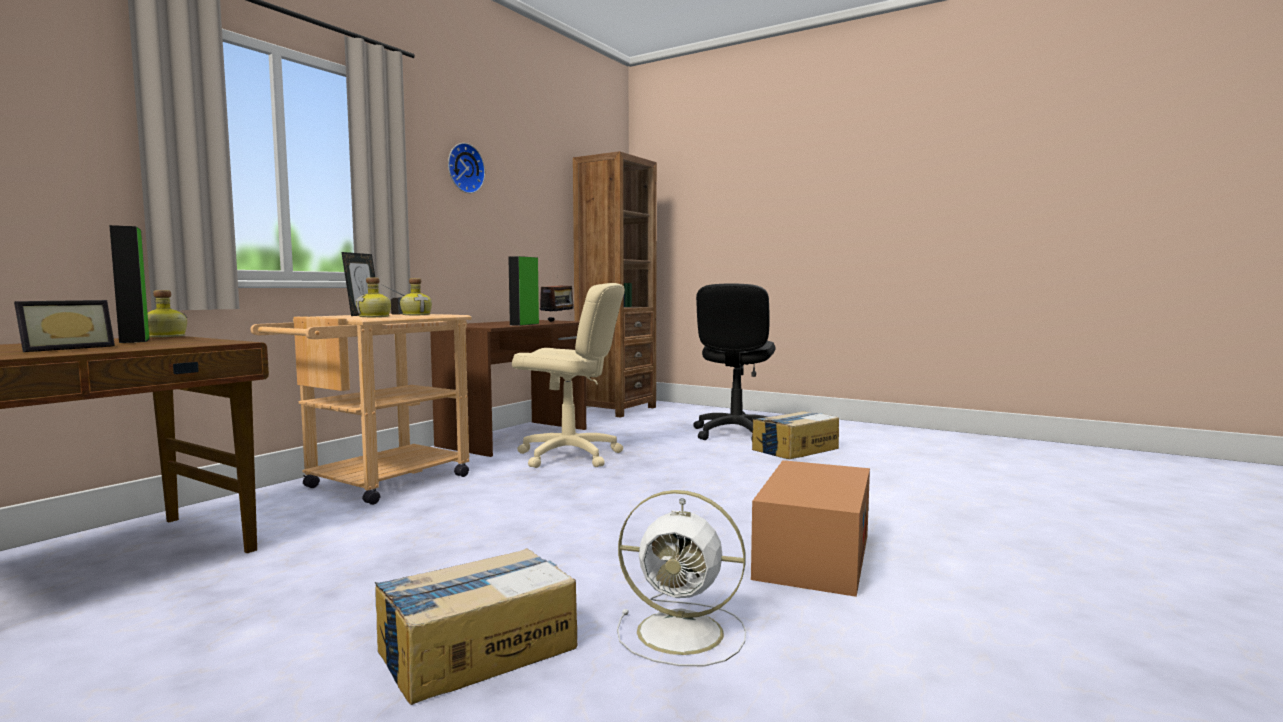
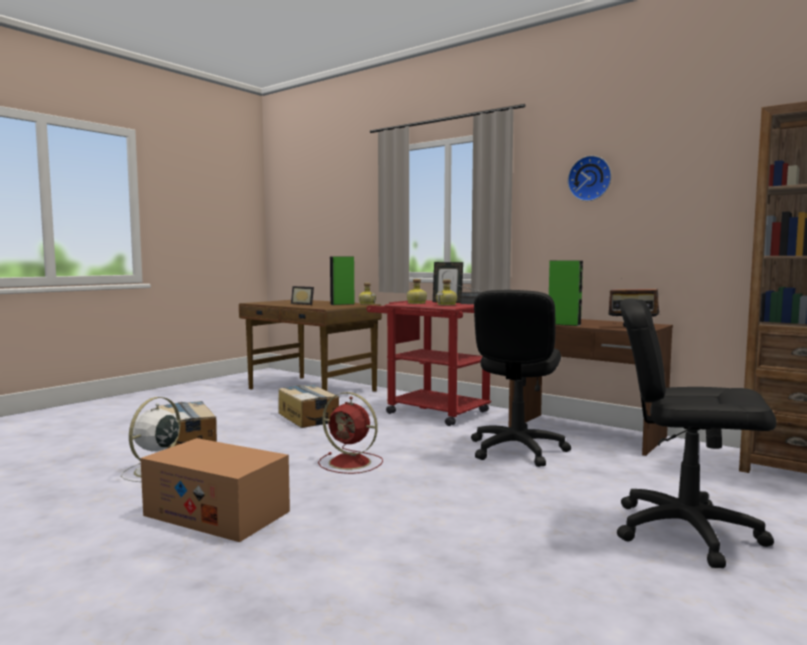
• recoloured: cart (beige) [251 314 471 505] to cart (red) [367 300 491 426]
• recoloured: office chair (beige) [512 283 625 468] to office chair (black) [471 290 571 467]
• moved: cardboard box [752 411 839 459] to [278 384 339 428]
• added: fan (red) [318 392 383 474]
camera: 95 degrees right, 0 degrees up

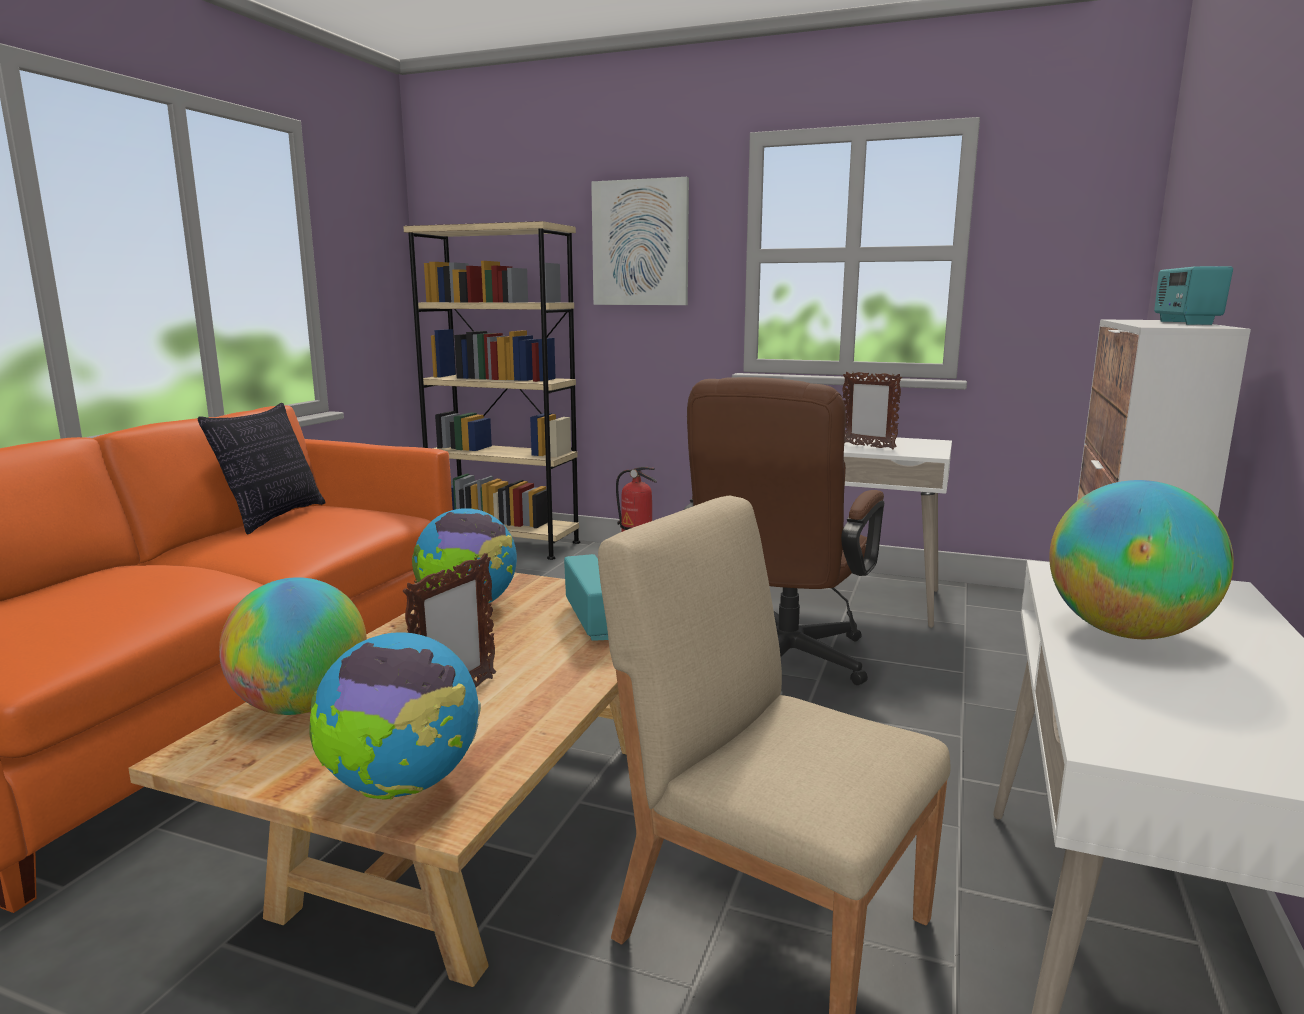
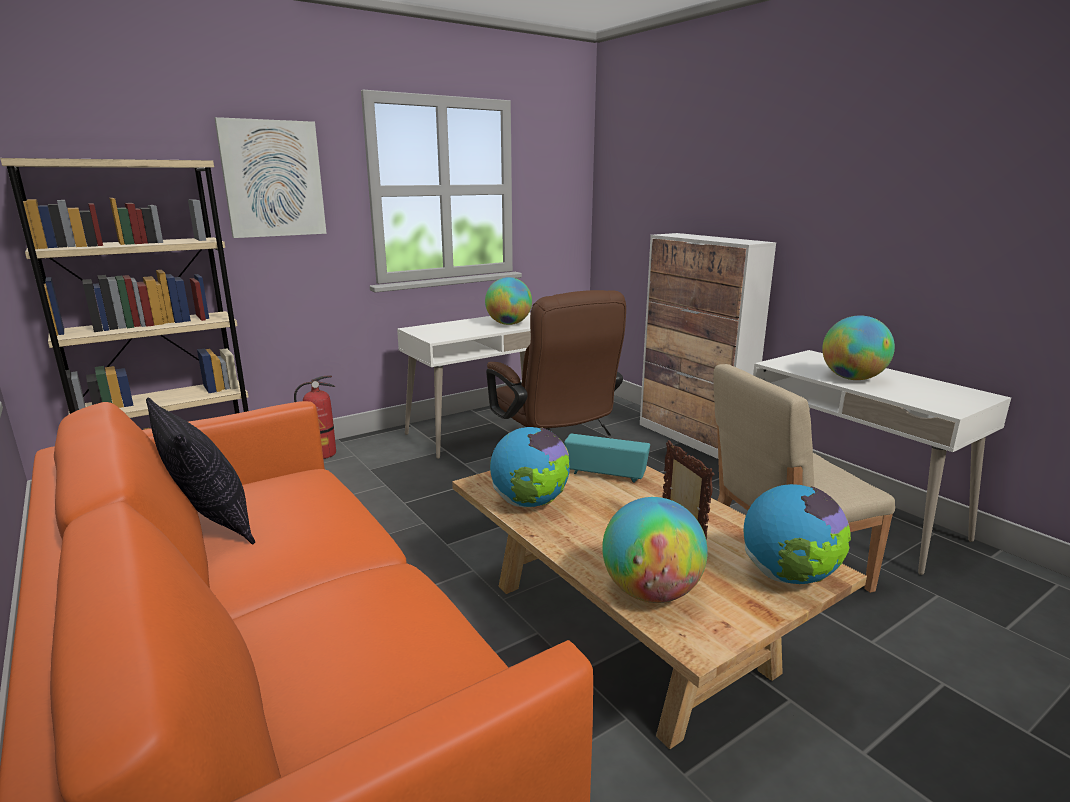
• replaced: picture frame [843 372 902 450] to globe [485 277 532 325]
• removed: radio [1154 266 1233 325]
camera: 55 degrees left, 5 degrees up

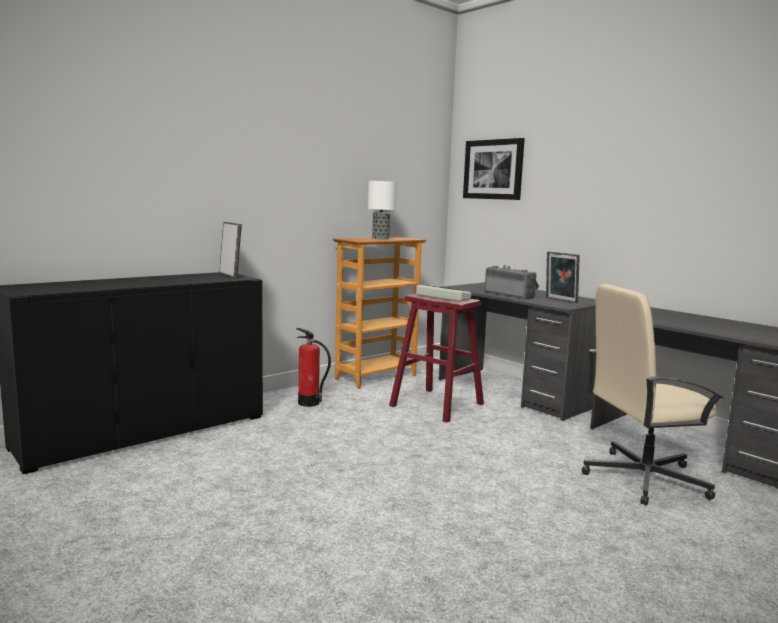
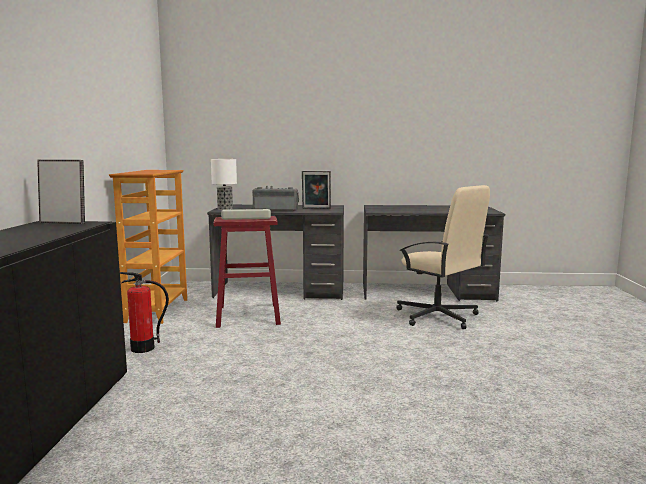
• moved: table lamp [368 181 397 240] to [211 159 237 210]
• removed: picture [463 138 525 200]
• turned: office chair (beige) [582 284 724 505] = [396 185 490 329] 75 degrees counterclockwise
camera: 45 degrees left, 0 degrees up

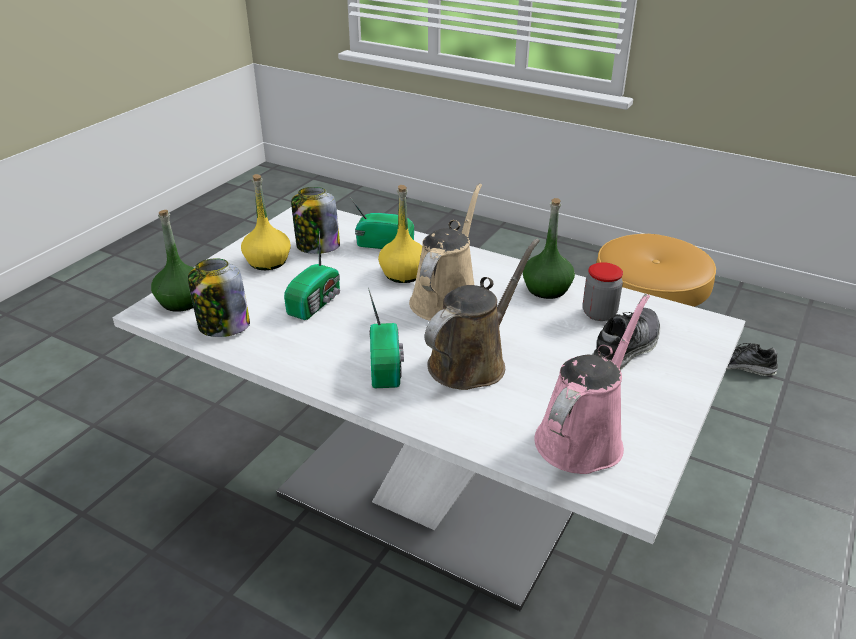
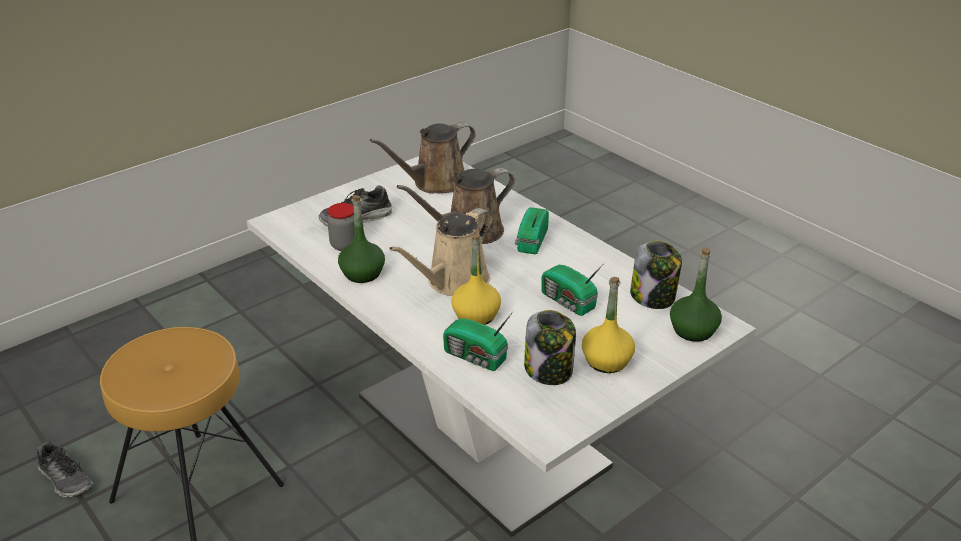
• turned: radio [284 231 340 320] = [541 263 604 316] 90 degrees counterclockwise
• recoloured: watering can (pink) [534 294 650 474] to watering can (brown) [370 123 475 194]
camera: 160 degrees left, 0 degrees up

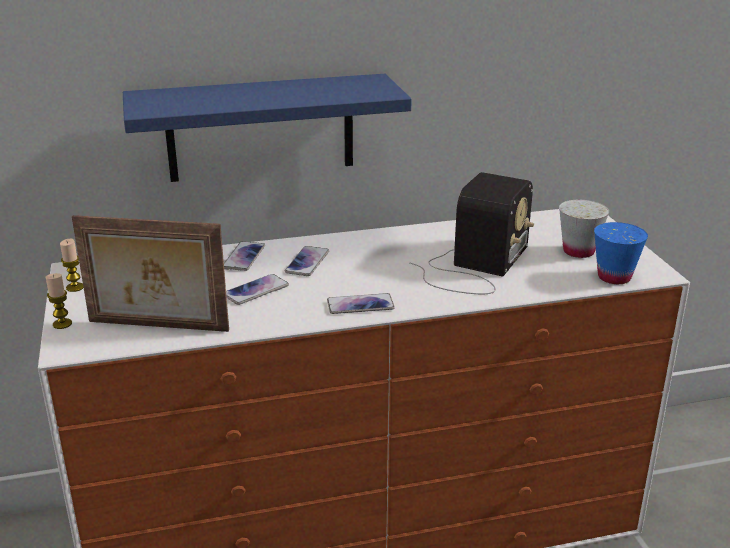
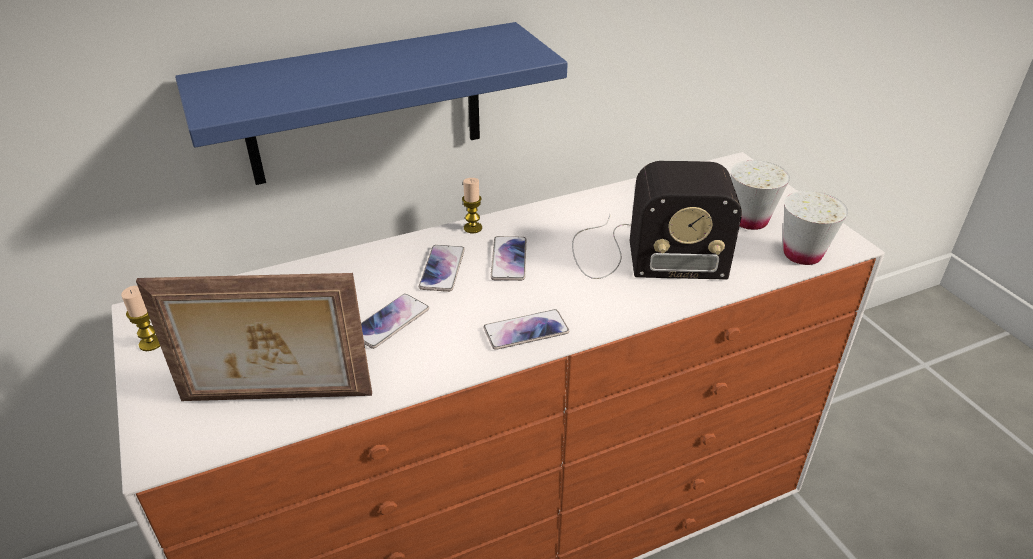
• moved: candle [46 273 72 329] to [462 178 482 233]
• moved: phone [224 241 265 271] to [491 236 526 281]
• turned: radio [409 172 534 294] = [572 161 742 280] 75 degrees clockwise
• recoloured: cup (blue) [594 222 648 284] to cup (white) [783 191 848 265]
camera: 10 degrees left, 10 degrees up

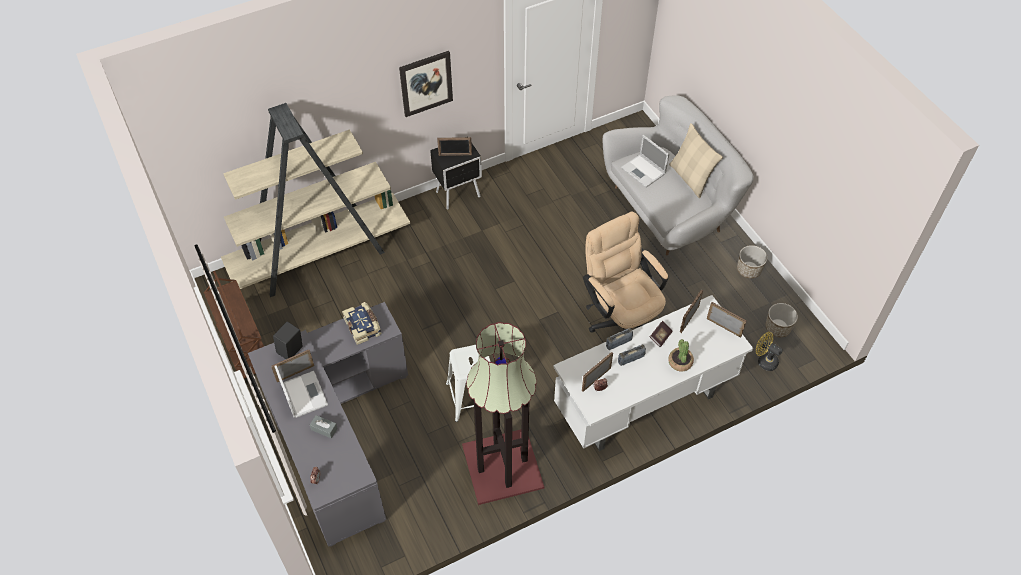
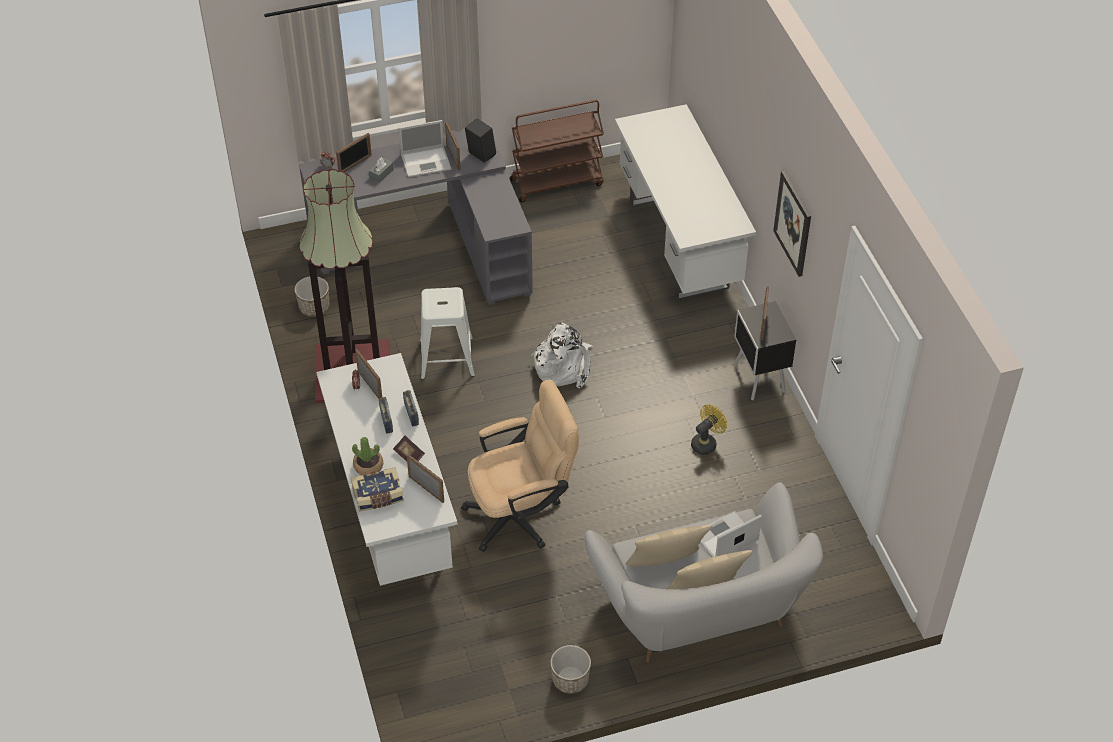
• replaced: bookcase (beige) [221 103 410 297] to desk (white) [615 104 756 300]
• moved: book [342 302 381 345] to [351 467 404 511]
• moved: picture frame [707 302 747 338] to [336 133 372 172]
• moved: fan (yellow) [756 332 783 371] to [691 404 727 455]
• moved: planter [766 303 798 337] to [295 276 329 317]
• added: backpack (white) [531 323 593 388]
• added: pillow (beige) [625 525 712 567]
camera: 100 degrees right, 5 degrees down

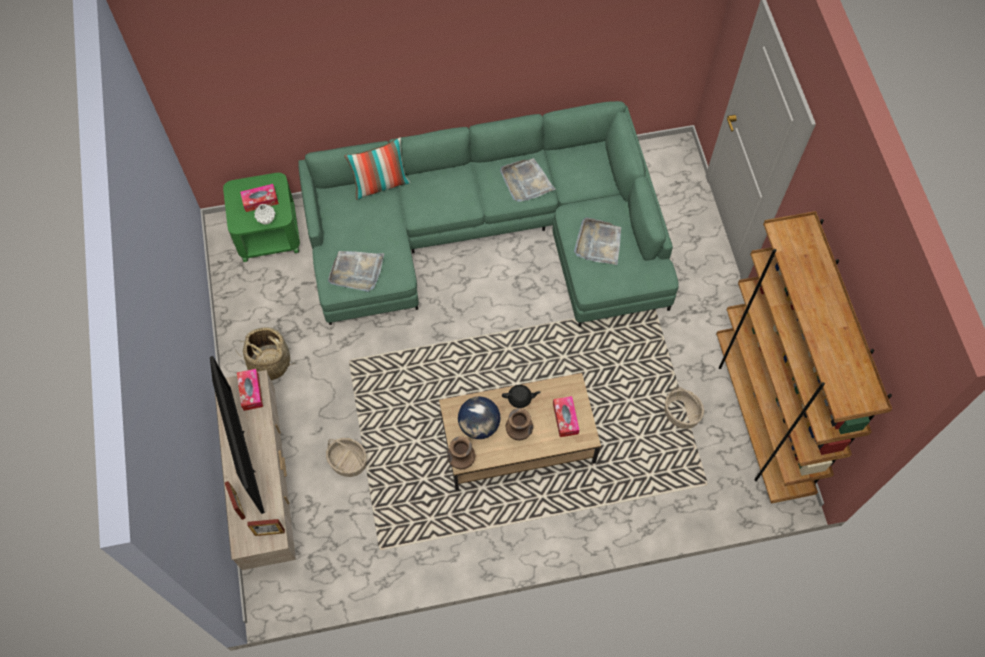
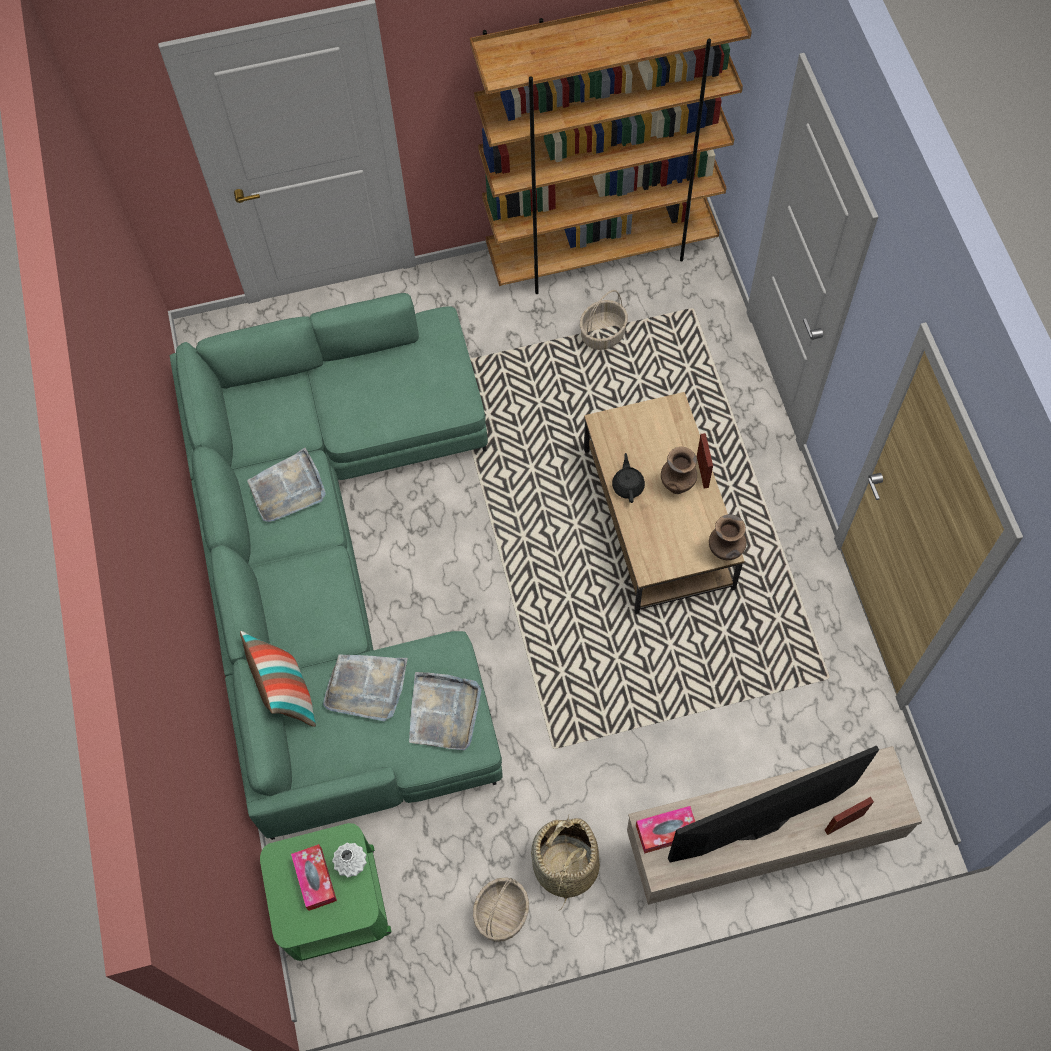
• moved: picture frame [248 519 285 536] to [697 433 713 488]
• moved: basket [326 438 367 477] to [473 877 529 942]
• removed: globe [458 397 500 439]
• removed: tissue box [553 396 579 437]
• moved: tray (grey) [574 217 621 265] to [323 654 408 721]
camera: 90 degrees left, 0 degrees up

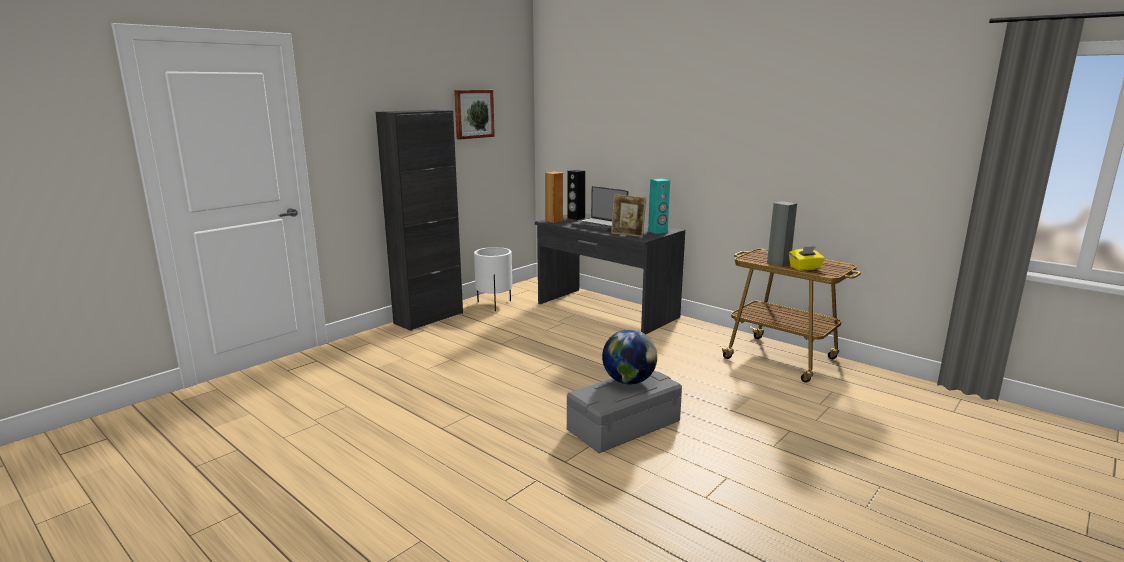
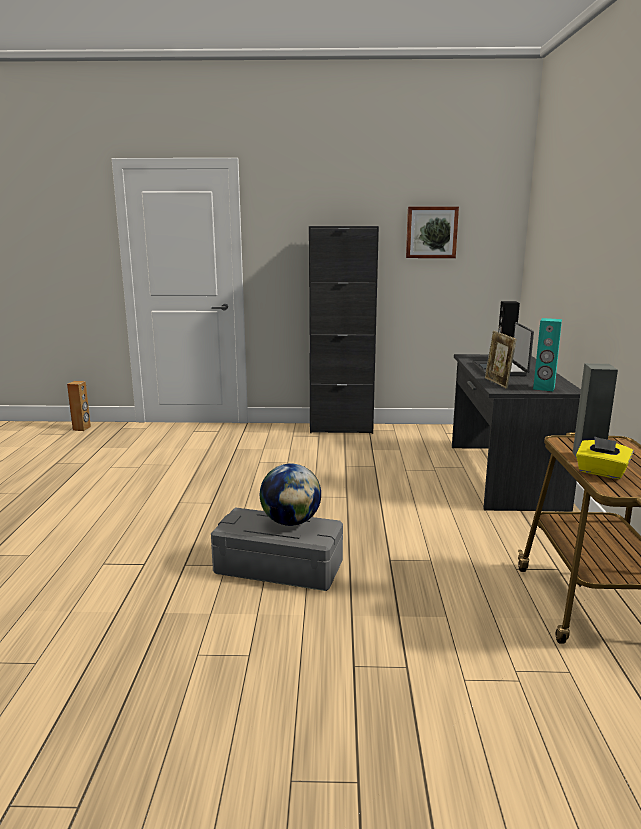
• removed: planter (white) [474 247 512 311]
• moved: speaker (brown) [545 172 563 223] to [67 381 91 431]
camera: 50 degrees right, 0 degrees up

